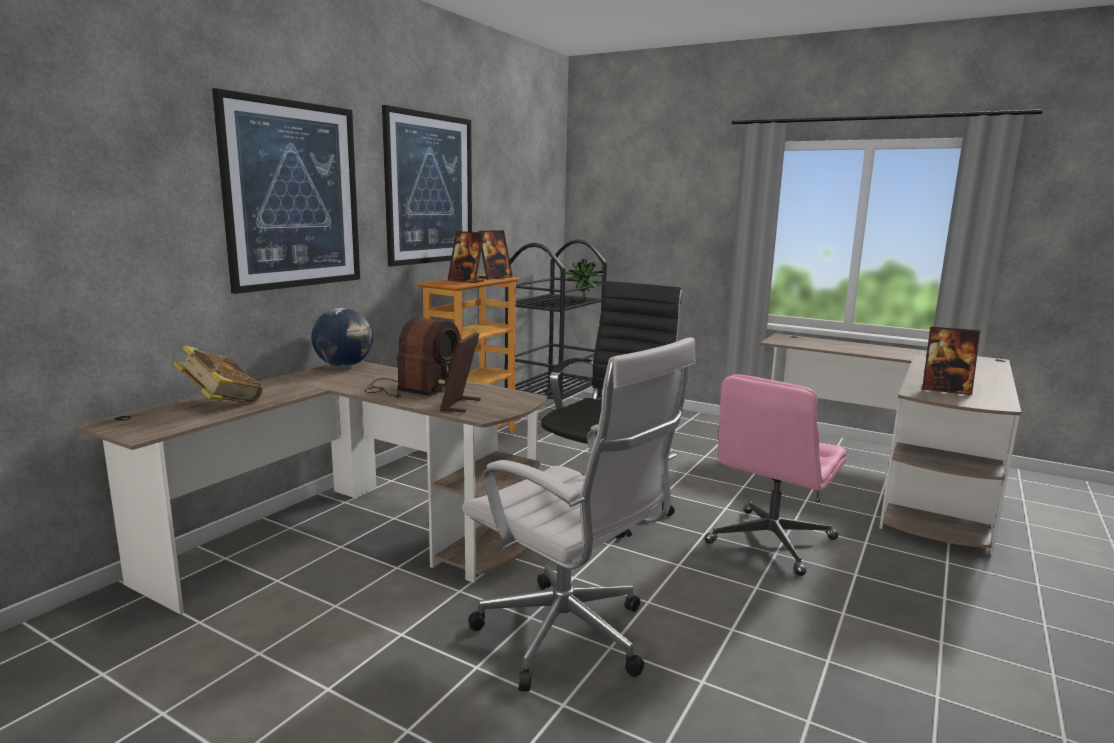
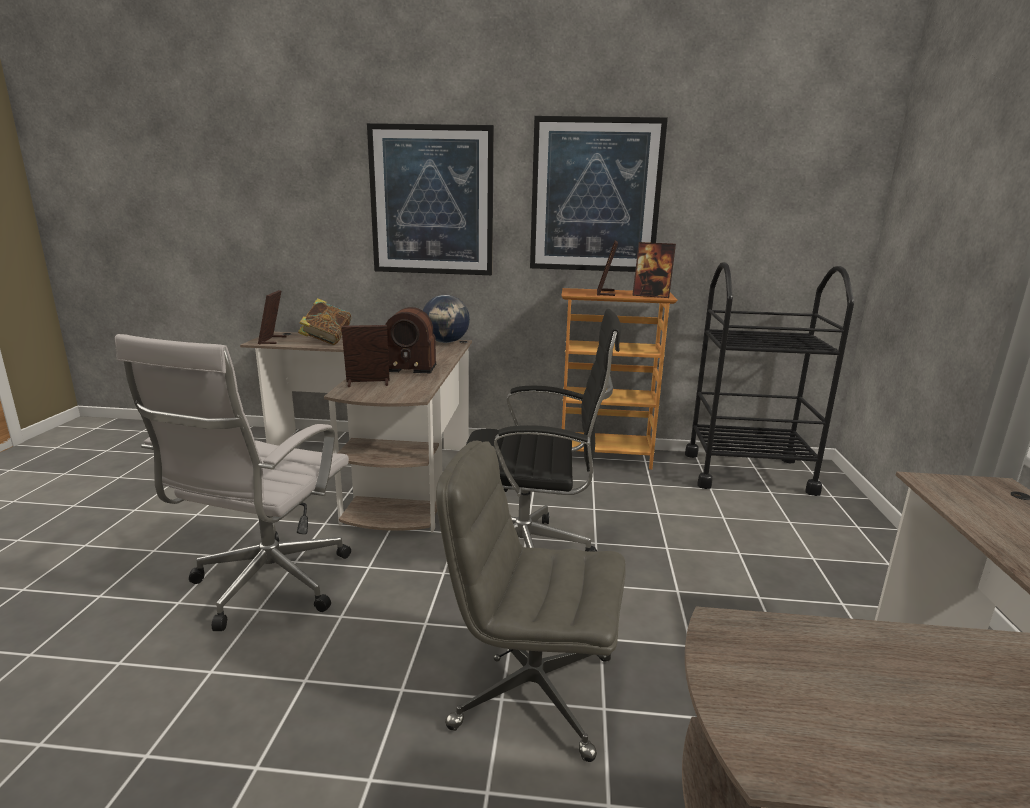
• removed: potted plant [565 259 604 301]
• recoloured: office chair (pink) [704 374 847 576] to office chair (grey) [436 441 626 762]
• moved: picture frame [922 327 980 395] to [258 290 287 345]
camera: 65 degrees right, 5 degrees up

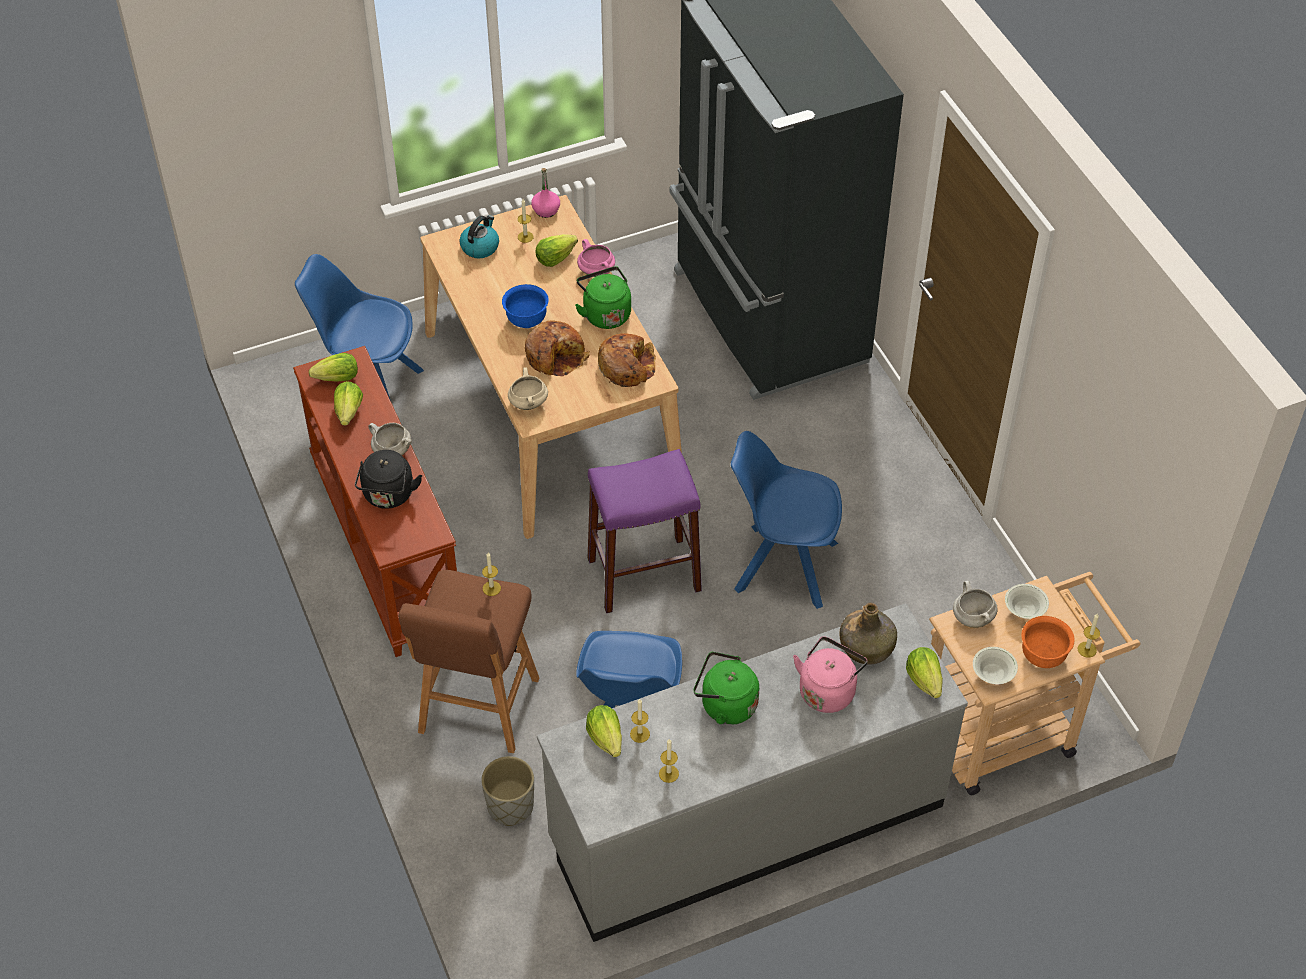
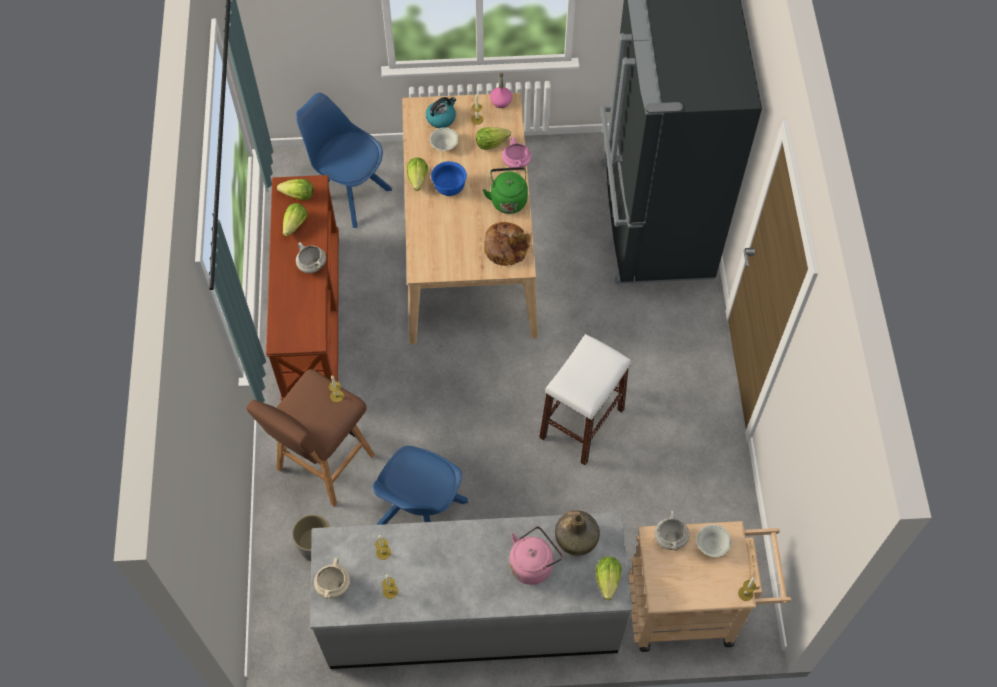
• removed: kettle (black) [355 450 422 509]
• moved: cooking pot (beige) [508 367 548 410] to [314 558 350 599]
• removed: bread [525 320 590 377]
• moved: lettuce [586 705 622 757] to [407 157 428 191]
• removed: stool (purple) [588 449 702 613]
• removed: kettle (green) [694 651 759 725]
• replaced: chair (blue) [731 431 842 609] to stool (white) [539 334 631 465]
• moved: bowl (white) [973 647 1018 684] to [430 127 459 151]
• removed: bowl (orange) [1021 616 1075 668]
camera: 20 degrees right, 10 degrees up

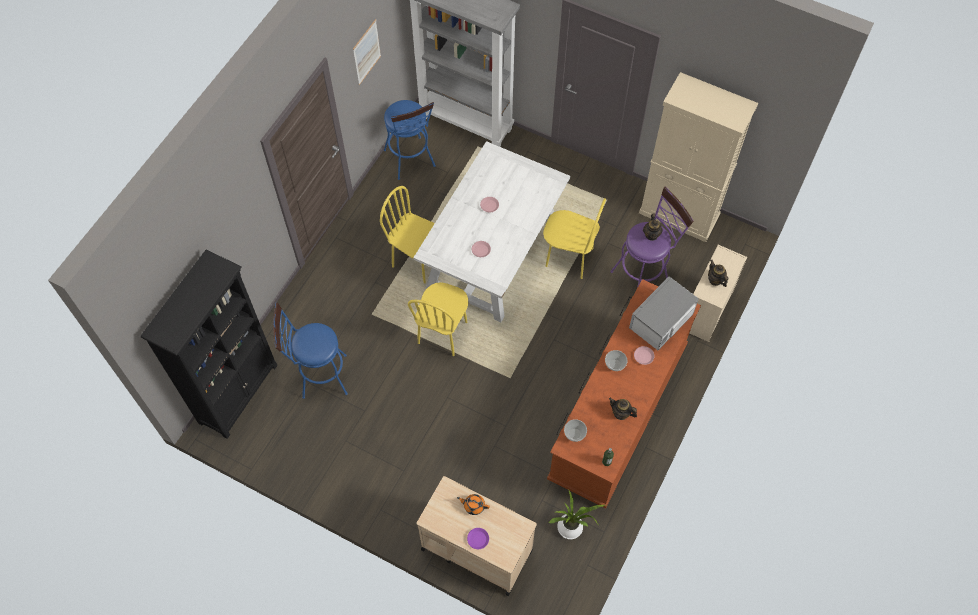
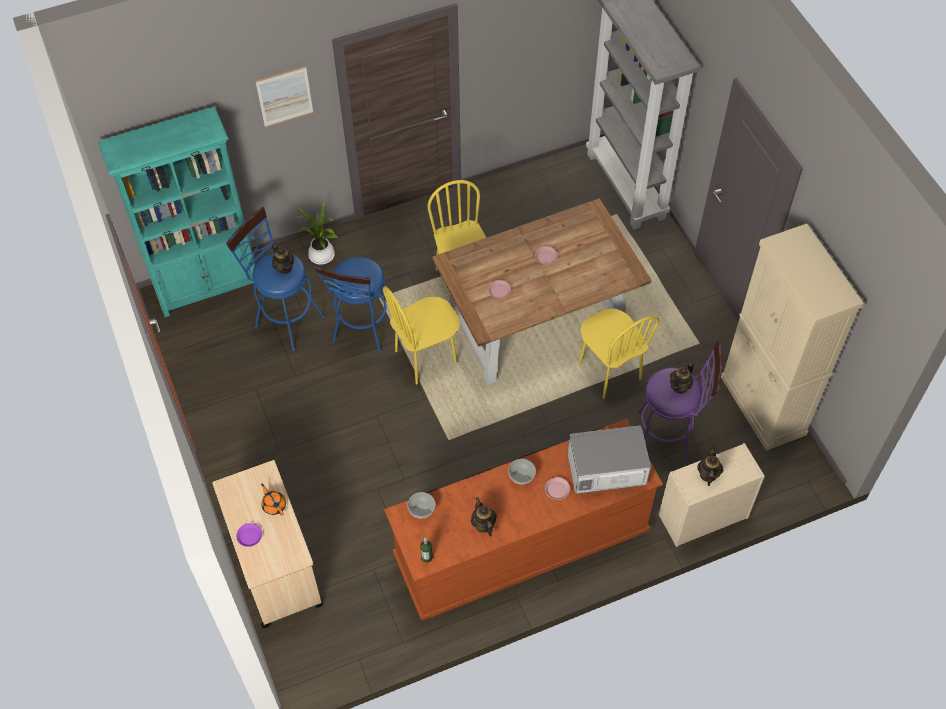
• recoloured: bookcase (black) [141 250 278 439] to bookcase (turquoise) [98 107 255 317]
• moved: picture [353 19 381 85] to [256 66 313 128]
• moved: stool (blue) [384 100 436 180] to [314 257 387 354]
• recoloured: dining table (white) [413 141 570 322] to dining table (brown) [432 198 652 385]
• moved: potted plant [548 489 605 539] to [298 201 338 265]
• added: teapot [272 244 294 274]
camera: 40 degrees right, 5 degrees down

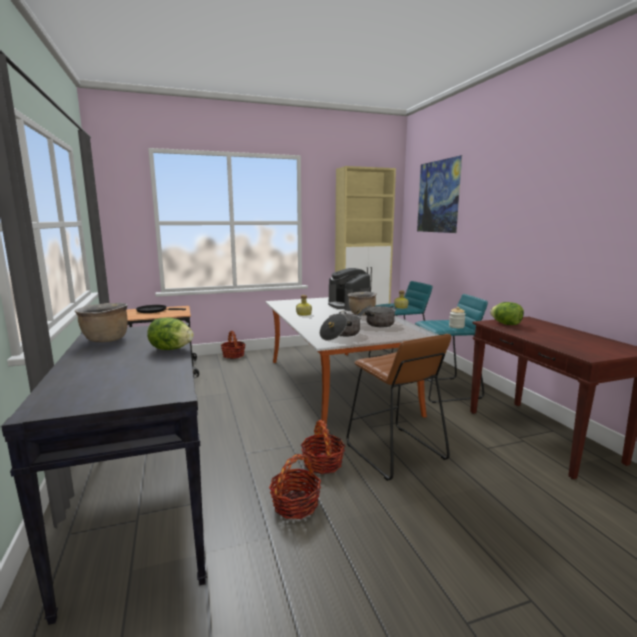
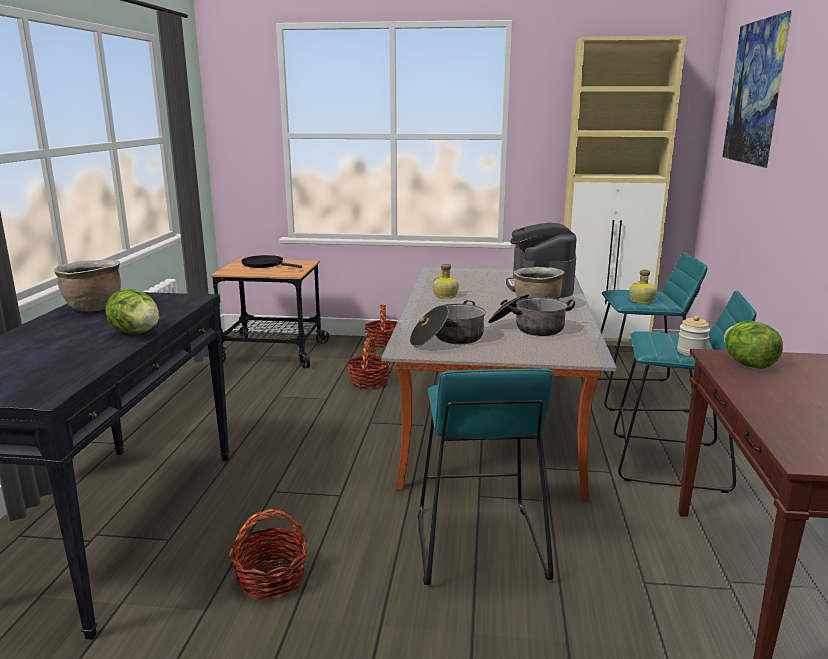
• moved: basket [301 420 345 474] to [347 338 391 389]
• recoloured: stool (brown) [347 334 451 481] to stool (turquoise) [418 368 553 585]
camera: 25 degrees right, 5 degrees up

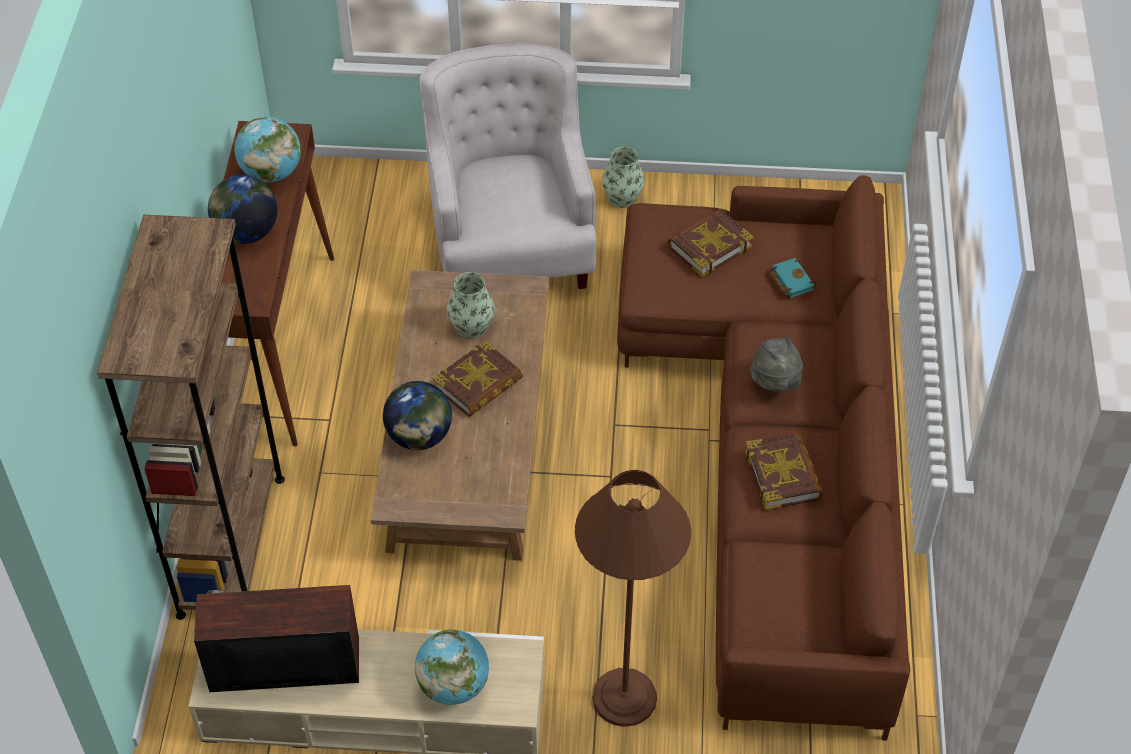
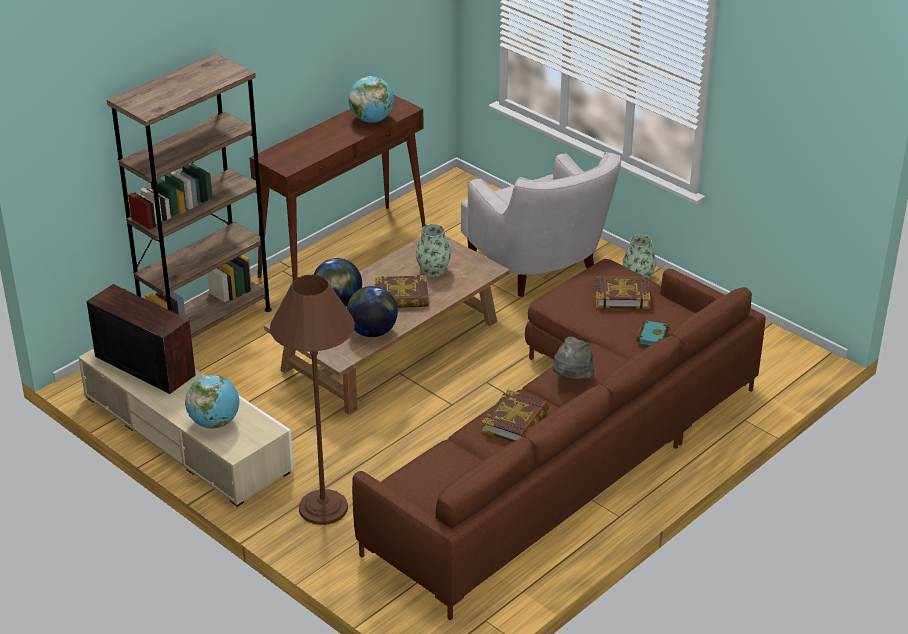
• moved: globe [208 175 277 244] to [347 286 398 337]
• turned: armchair (white) [419 43 596 289] = [461 152 621 297] 120 degrees clockwise
camera: 40 degrees right, 15 degrees down

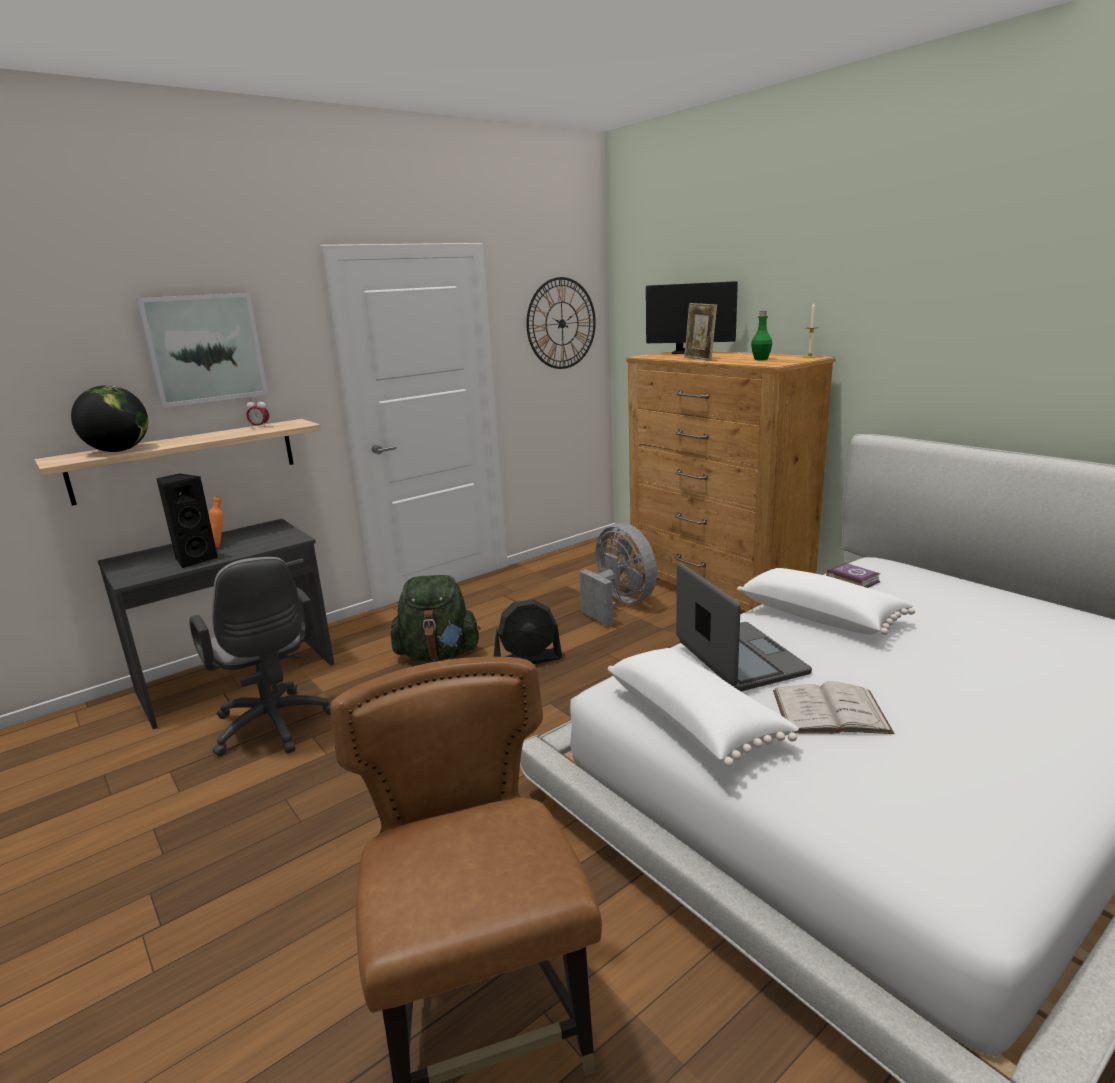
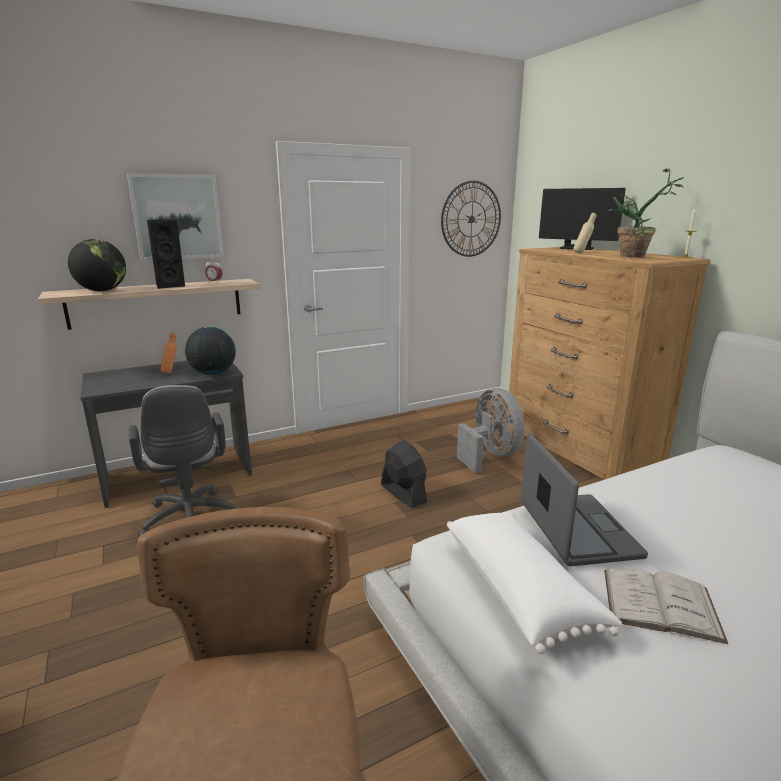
• moved: speaker (black) [156 473 218 568] to [147 219 186 289]
• removed: backpack (green) [390 575 481 661]
• turned: fan (black) [494 599 562 664] = [381 441 427 508] 120 degrees counterclockwise
• replaced: picture frame [684 303 717 361] to bottle (beige) [573 213 597 254]
• removed: pillow (white) [737 568 915 635]
• replaced: bottle (green) [751 311 772 360] to potted plant [608 168 684 257]
• removed: book [826 563 880 588]
• added: globe [185 326 236 375]
camera: 10 degrees right, 0 degrees up

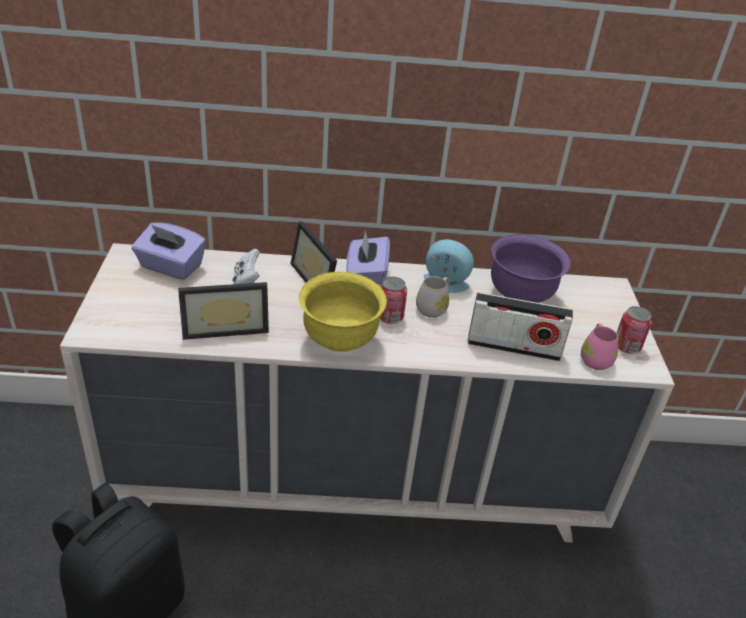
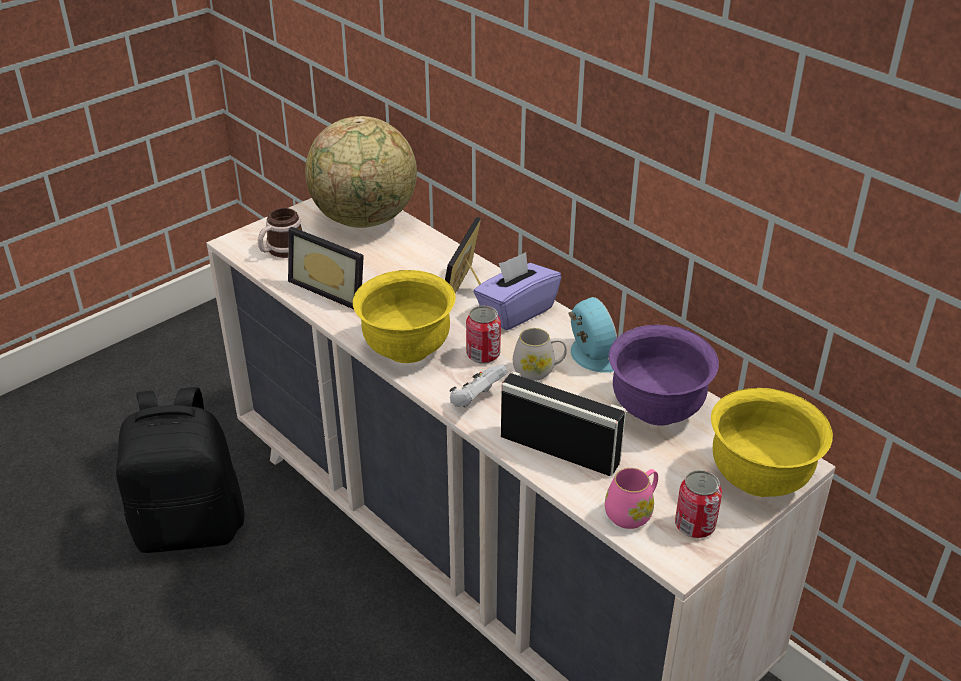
• replaced: tissue box (purple) [132 222 206 280] to globe [305 116 417 228]
• moved: game controller (white) [232 249 260 284] to [450 365 508 407]
• turned: radio [468 292 573 361] = [501 371 626 476] 150 degrees clockwise
• added: mug [258 208 302 258]
• added: bowl (yellow) [711 388 833 497]
camera: 50 degrees right, 0 degrees up

